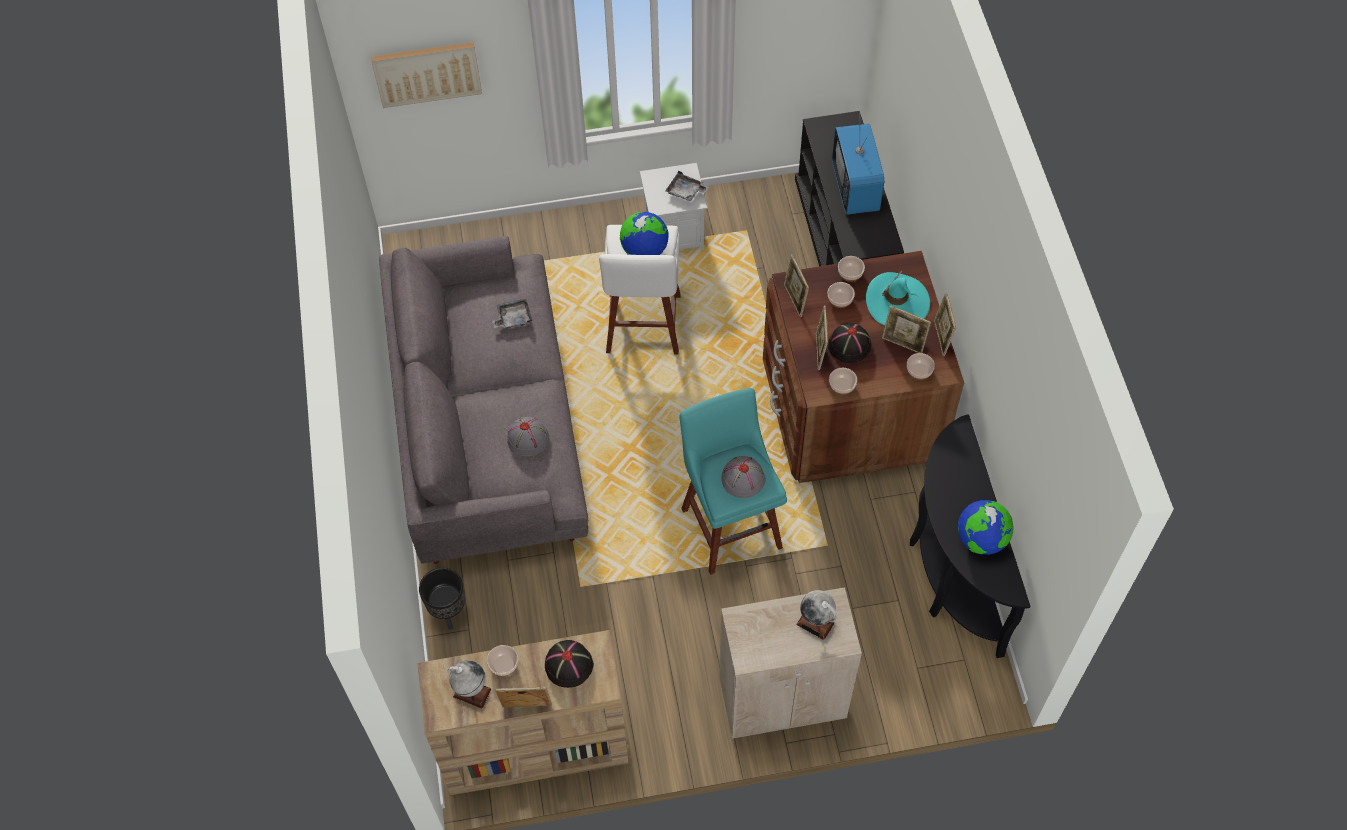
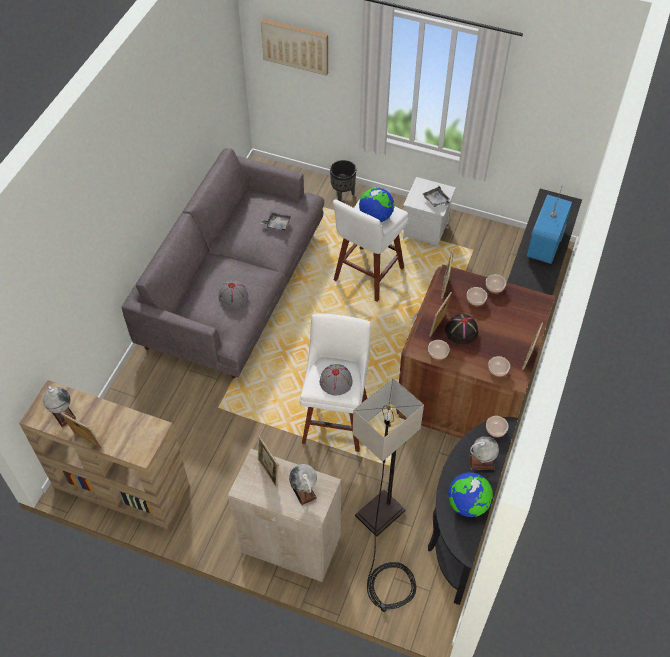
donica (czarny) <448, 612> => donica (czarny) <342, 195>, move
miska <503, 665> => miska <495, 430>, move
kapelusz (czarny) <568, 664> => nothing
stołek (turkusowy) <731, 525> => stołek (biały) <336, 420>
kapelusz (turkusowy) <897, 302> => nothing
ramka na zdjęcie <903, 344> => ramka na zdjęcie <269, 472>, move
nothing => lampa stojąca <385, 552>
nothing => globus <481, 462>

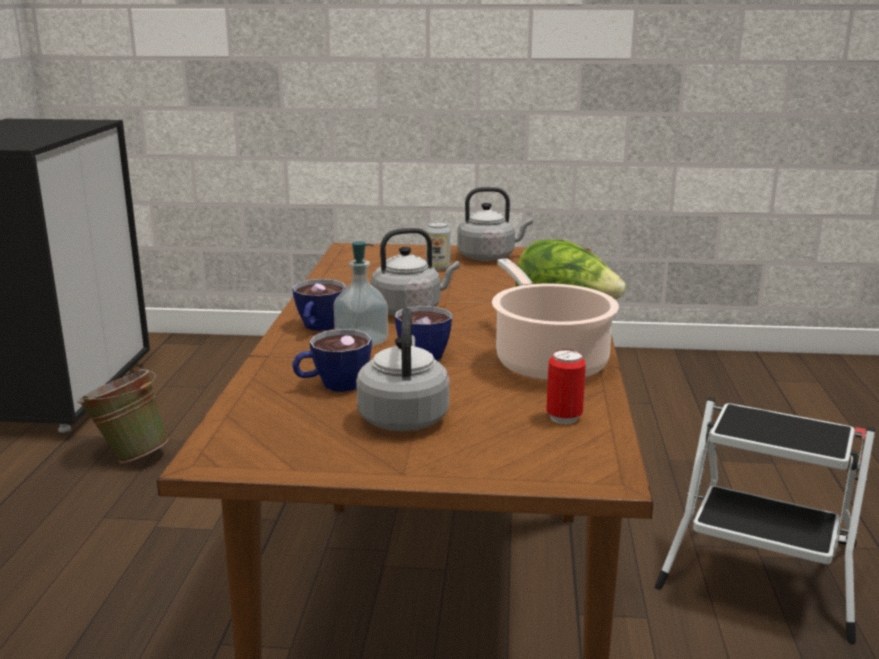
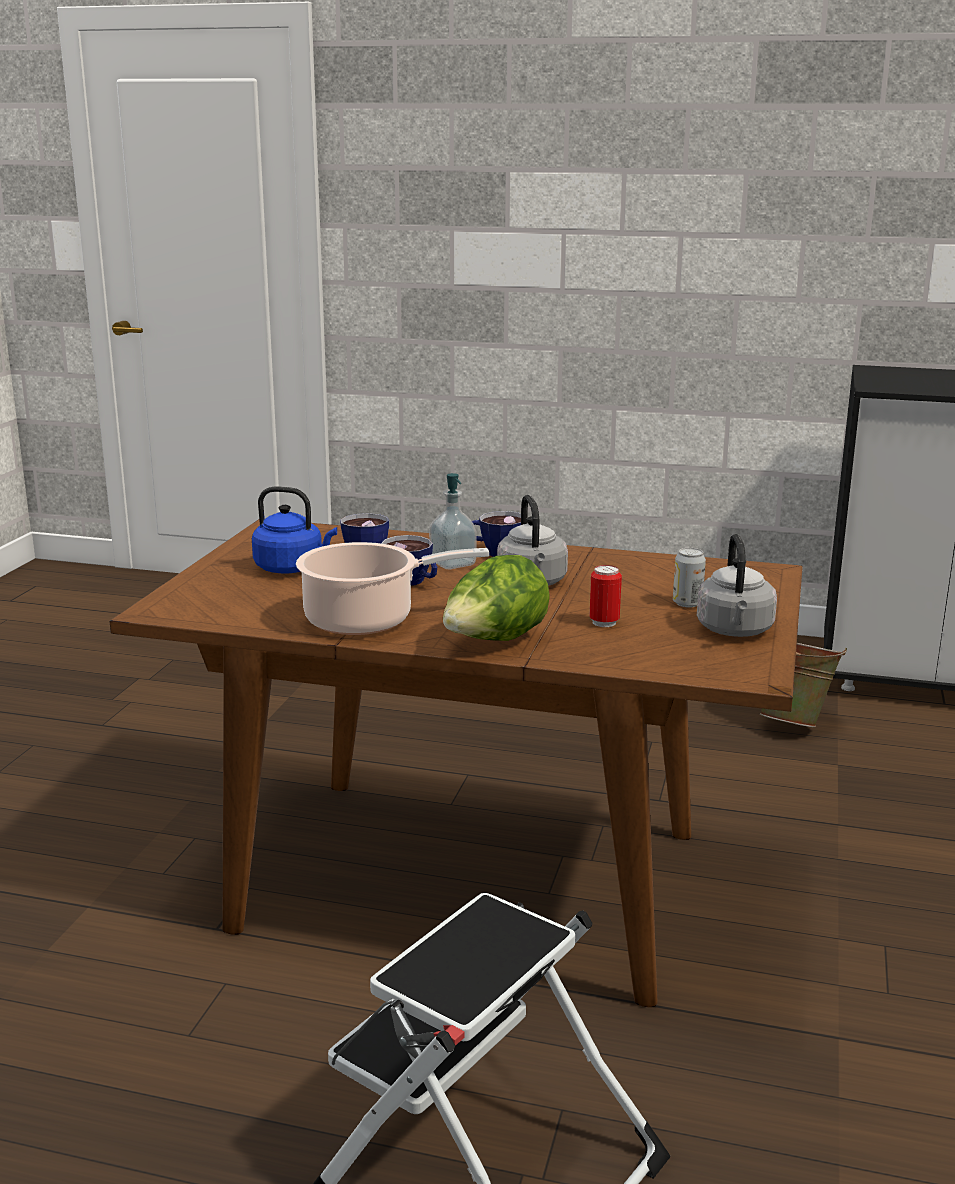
czajnik (szary) <404, 417> => czajnik (niebieski) <292, 568>
puszka <564, 417> => puszka <604, 622>, move

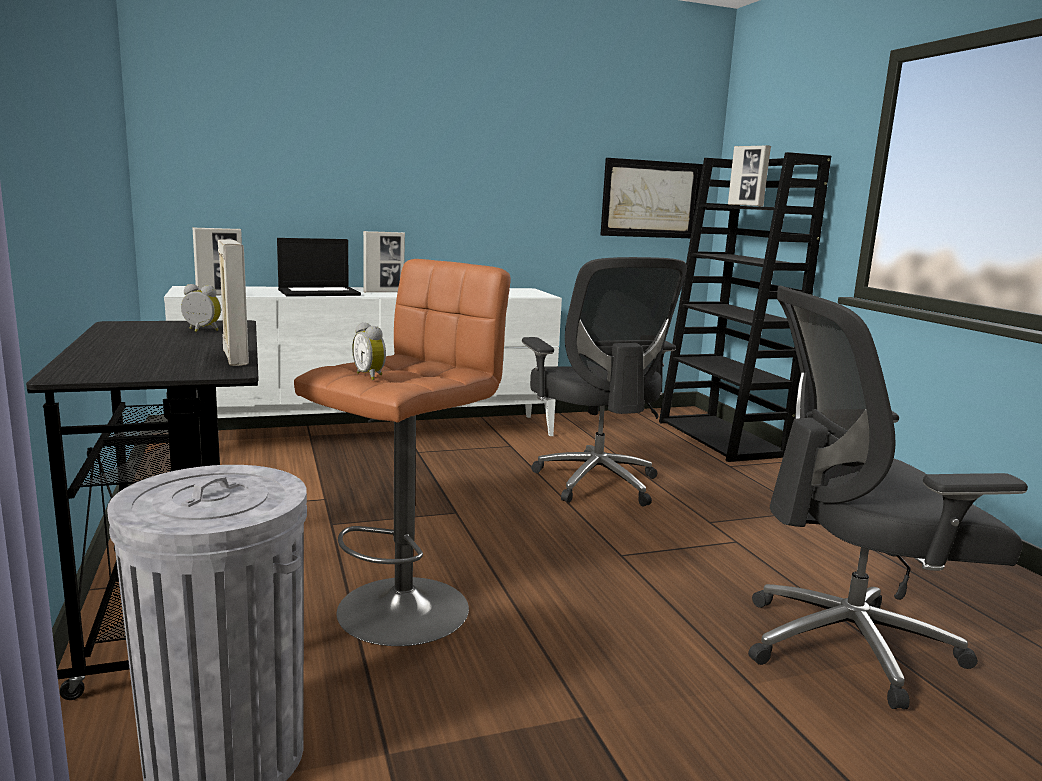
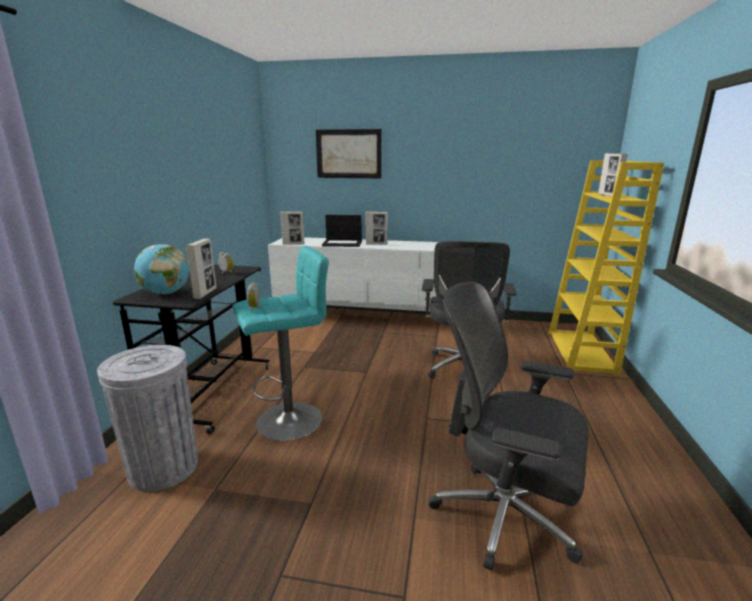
stołek (brązowy) <405, 610> => stołek (turkusowy) <290, 421>
obraz <651, 199> => obraz <349, 154>, move
regał (czarny) <722, 439> => regał (żółty) <582, 352>
nothing => globus <166, 293>

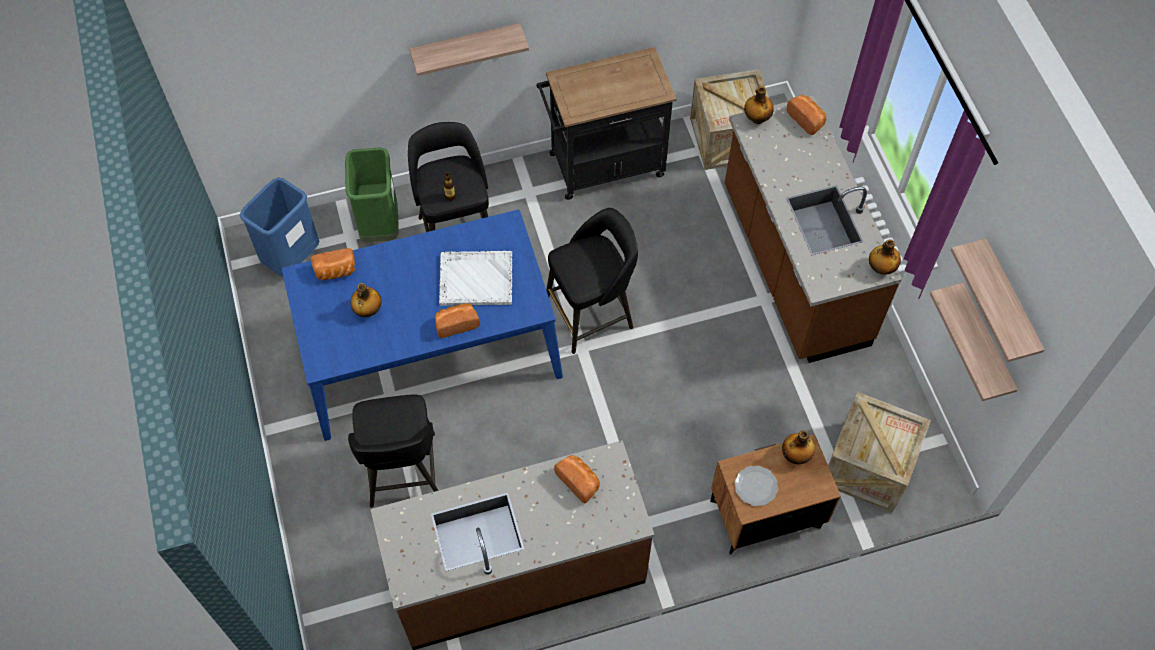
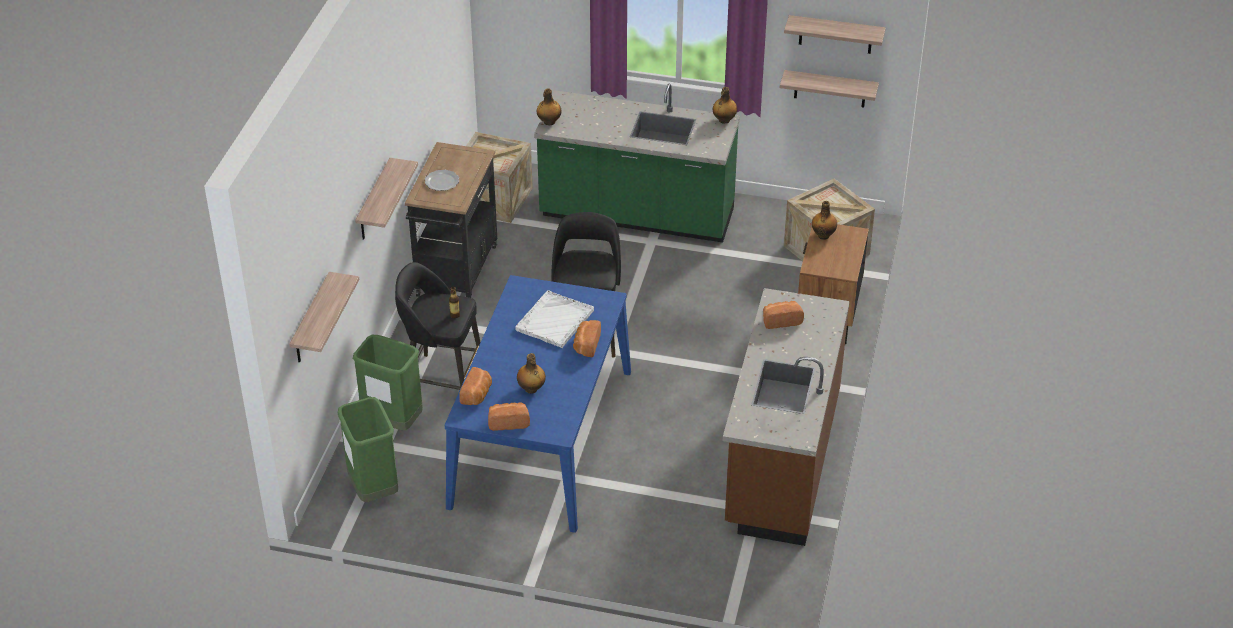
kosz na śmieci (niebieski) <292, 258> => kosz na śmieci (zielony) <373, 489>
stołek (czarny) <402, 472> => nothing
zabudowa kuchenna (brązowy) <793, 267> => zabudowa kuchenna (zielony) <636, 216>
talerz <755, 486> => talerz <441, 182>, move
chleb <807, 119> => chleb <508, 422>, move
nothing => półka <311, 320>

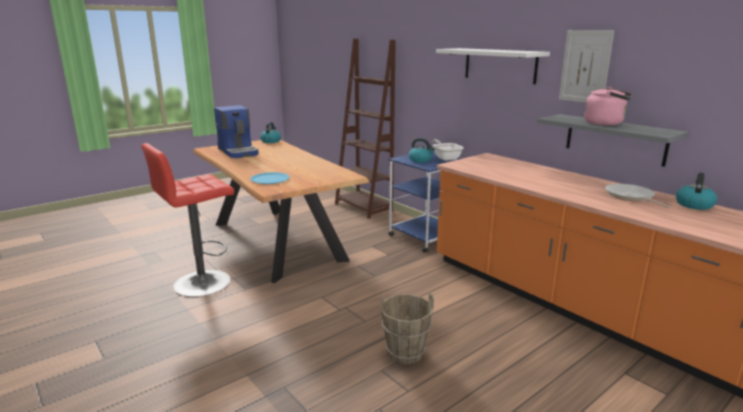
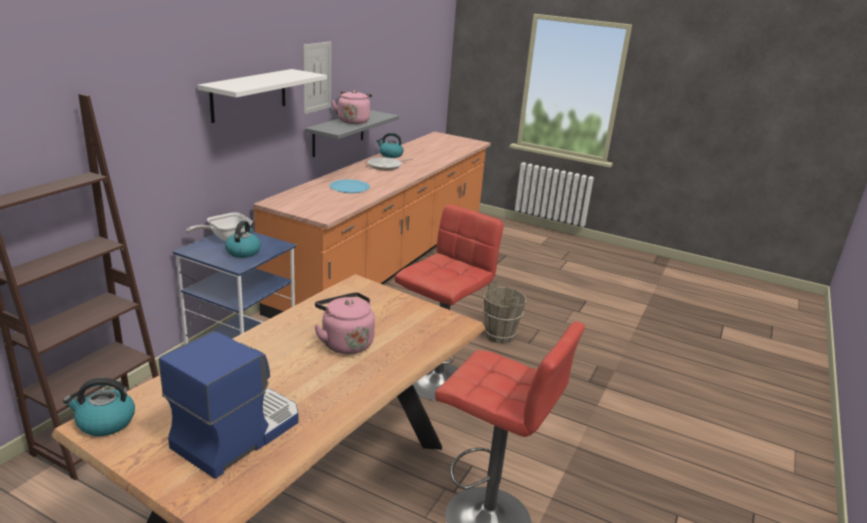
talerz (niebieski) <270, 179> => talerz (niebieski) <349, 187>, move
nothing => czajnik (różowy) <345, 342>
nothing => stołek (czerwony) <439, 381>

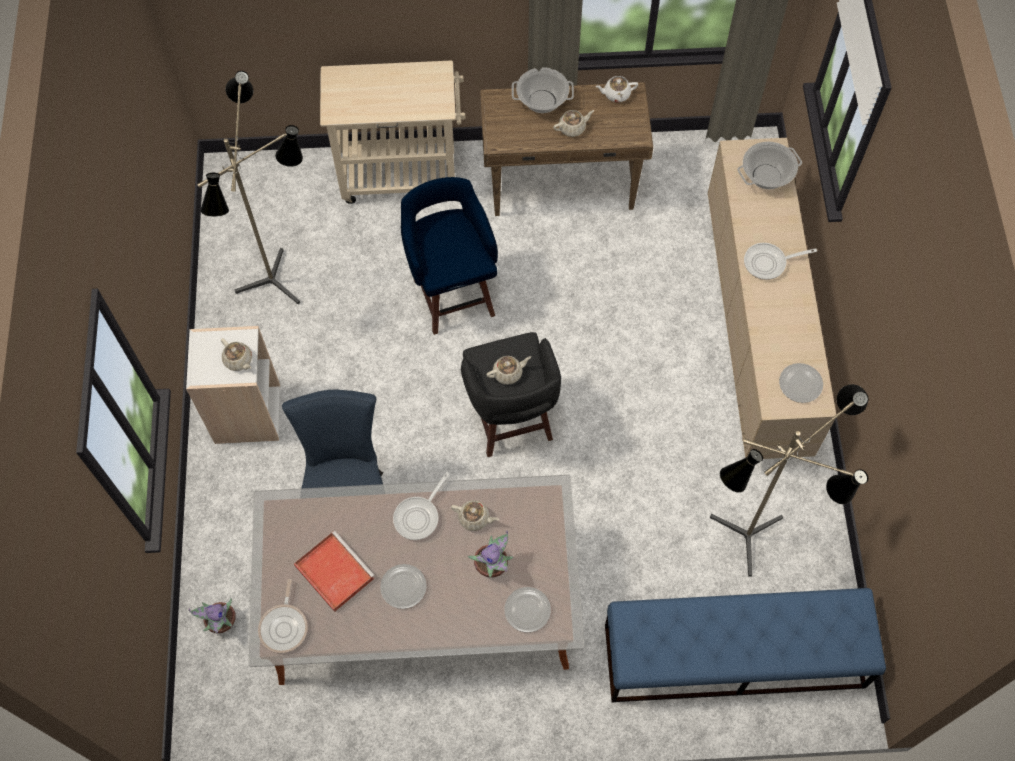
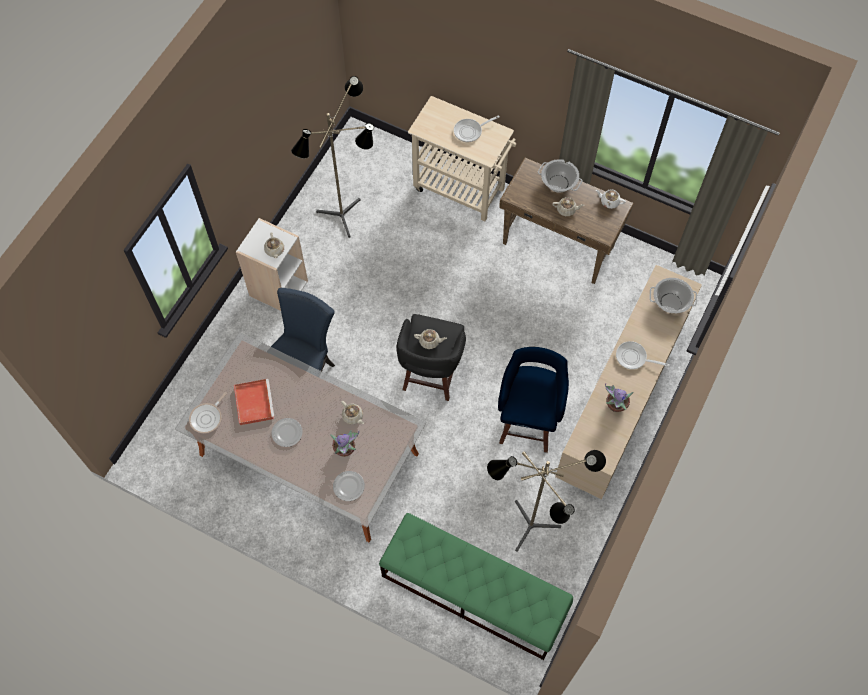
roślina doniczkowa <221, 623> => roślina doniczkowa <615, 405>, move
patelnia <419, 516> => patelnia <470, 131>, move
stołek (niebieski) <453, 294> => stołek (niebieski) <528, 422>, move
ławka (niebieski) <732, 656> => ławka (zielony) <473, 593>
talerz <800, 384> => nothing

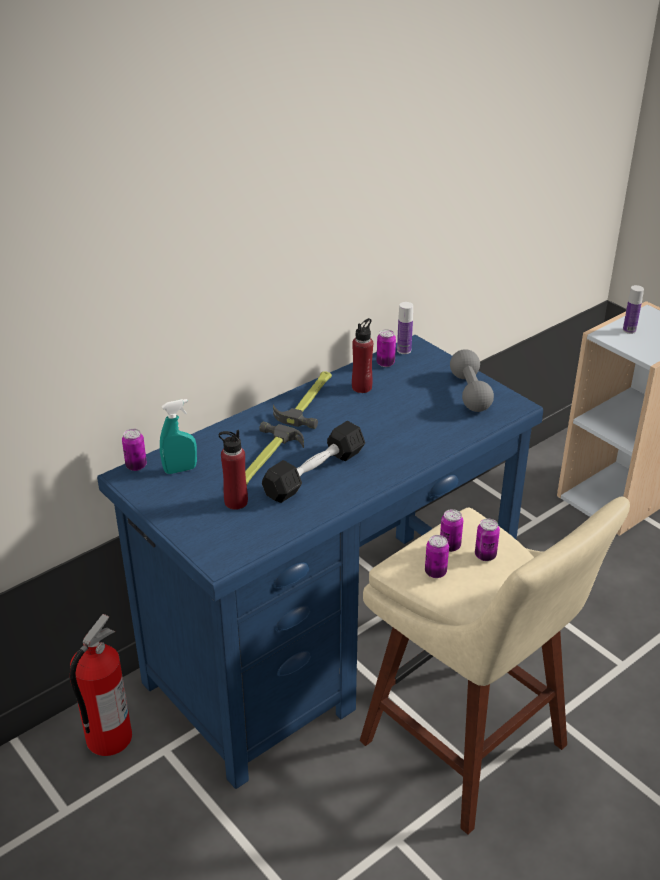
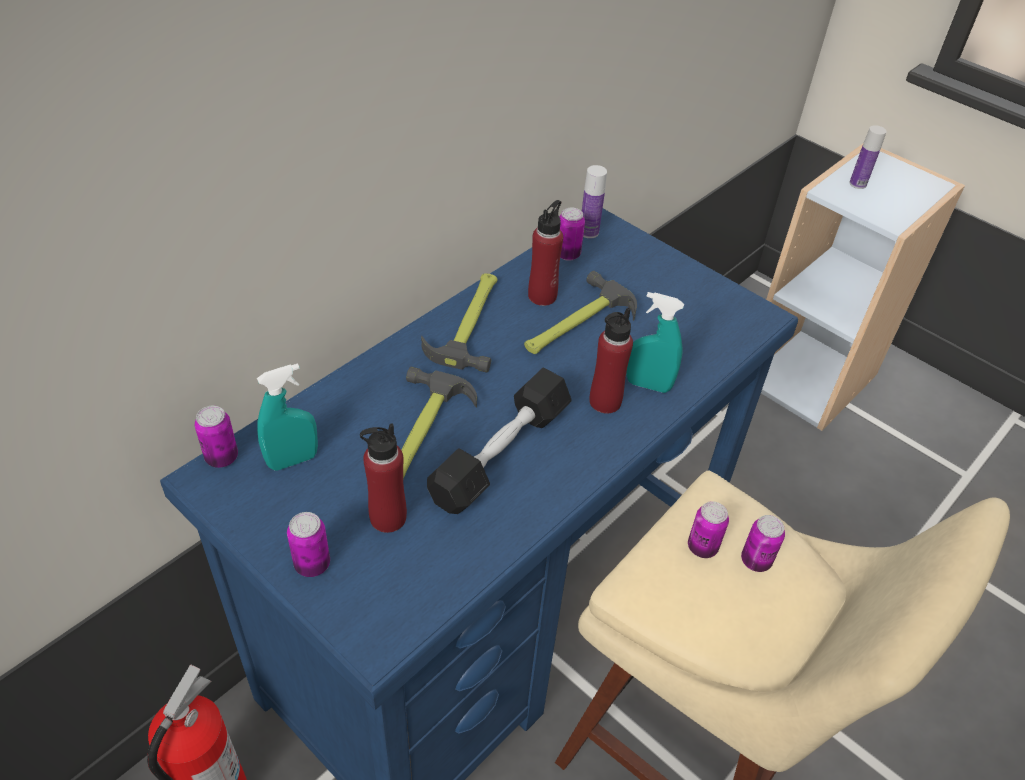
puszka <435, 572> => puszka <312, 564>, move
hantel (szary) <470, 392> => nothing
nothing => młotek <575, 324>
nothing => butelka (czerwony) <605, 401>
nothing => spryskiwacz (turkusowy) <648, 385>

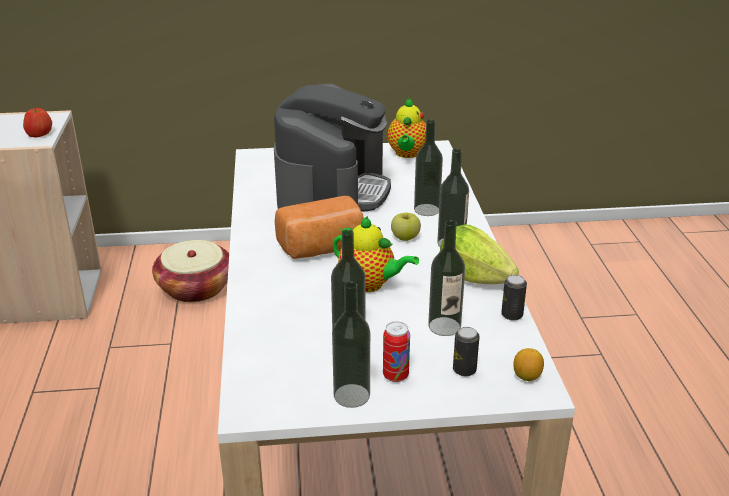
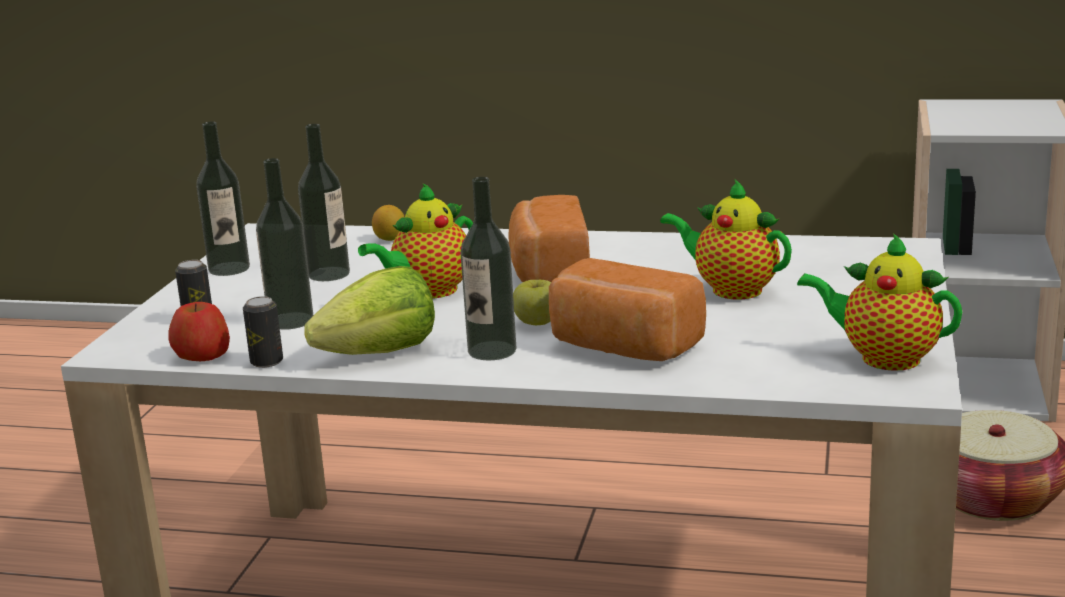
jabłko <39, 134> => jabłko <202, 356>, move
ekspres do kawy <333, 192> => imbryk <731, 289>
puszka <395, 376> => nothing
butelka <427, 210> => chleb <622, 347>
cytryna <526, 376> => cytryna <390, 239>, move

